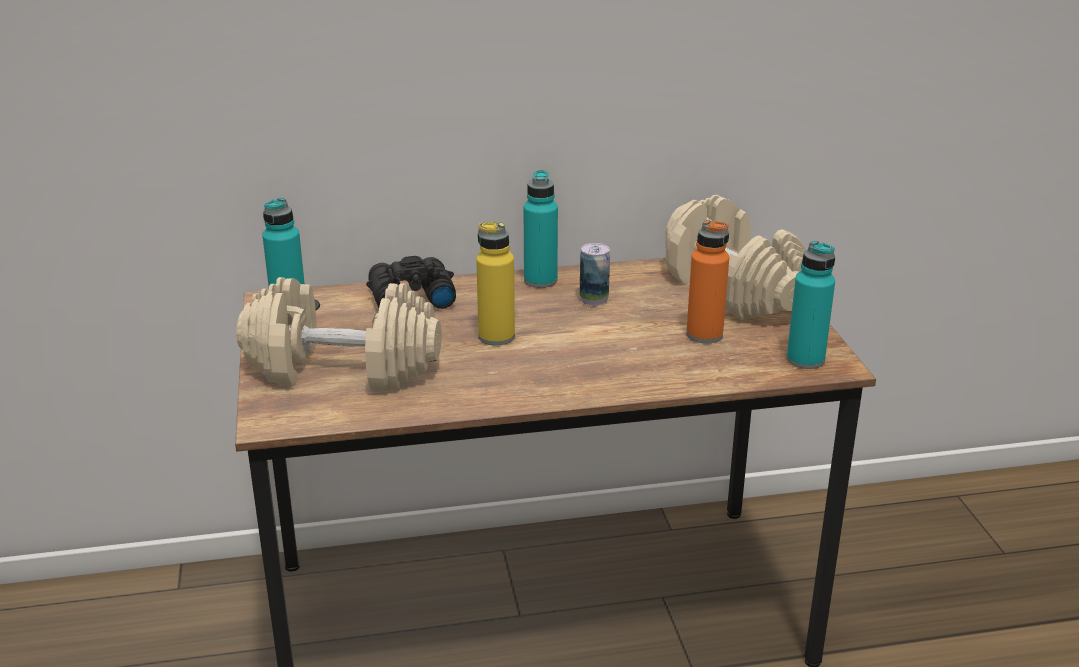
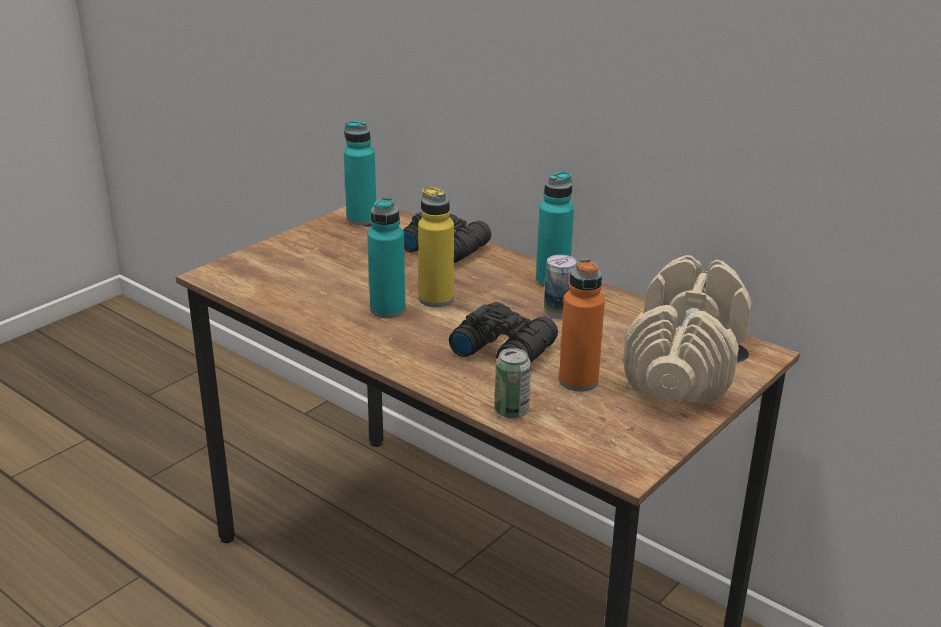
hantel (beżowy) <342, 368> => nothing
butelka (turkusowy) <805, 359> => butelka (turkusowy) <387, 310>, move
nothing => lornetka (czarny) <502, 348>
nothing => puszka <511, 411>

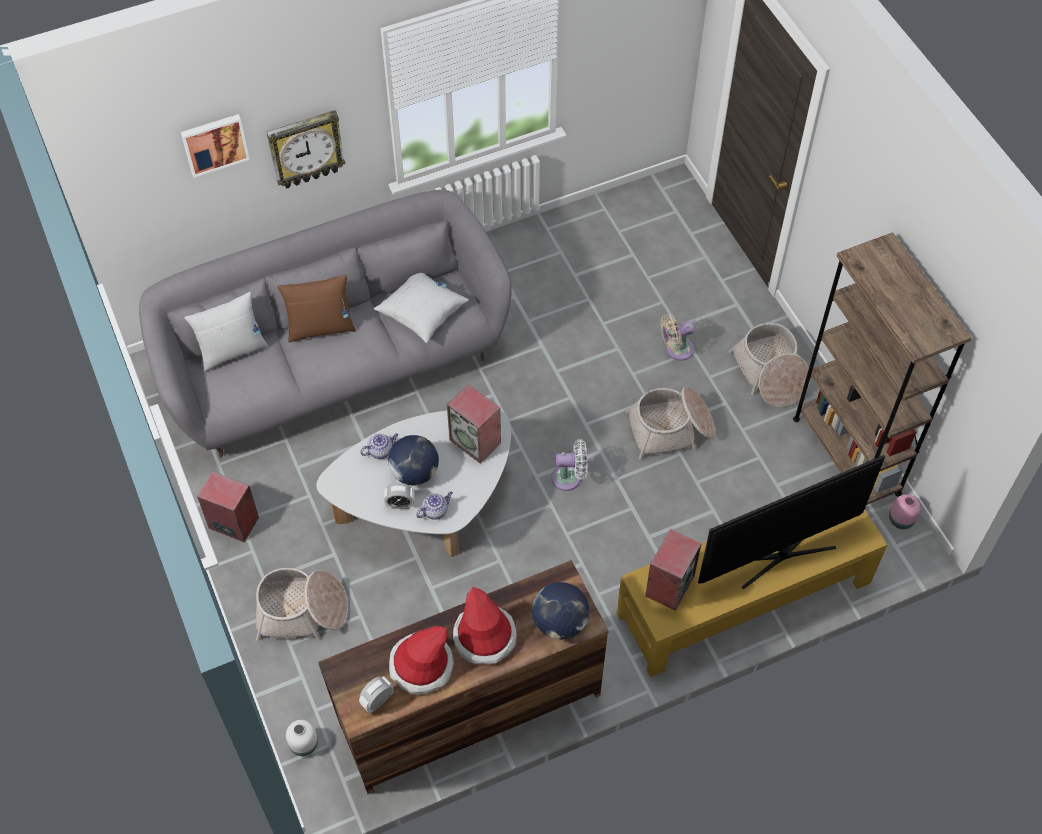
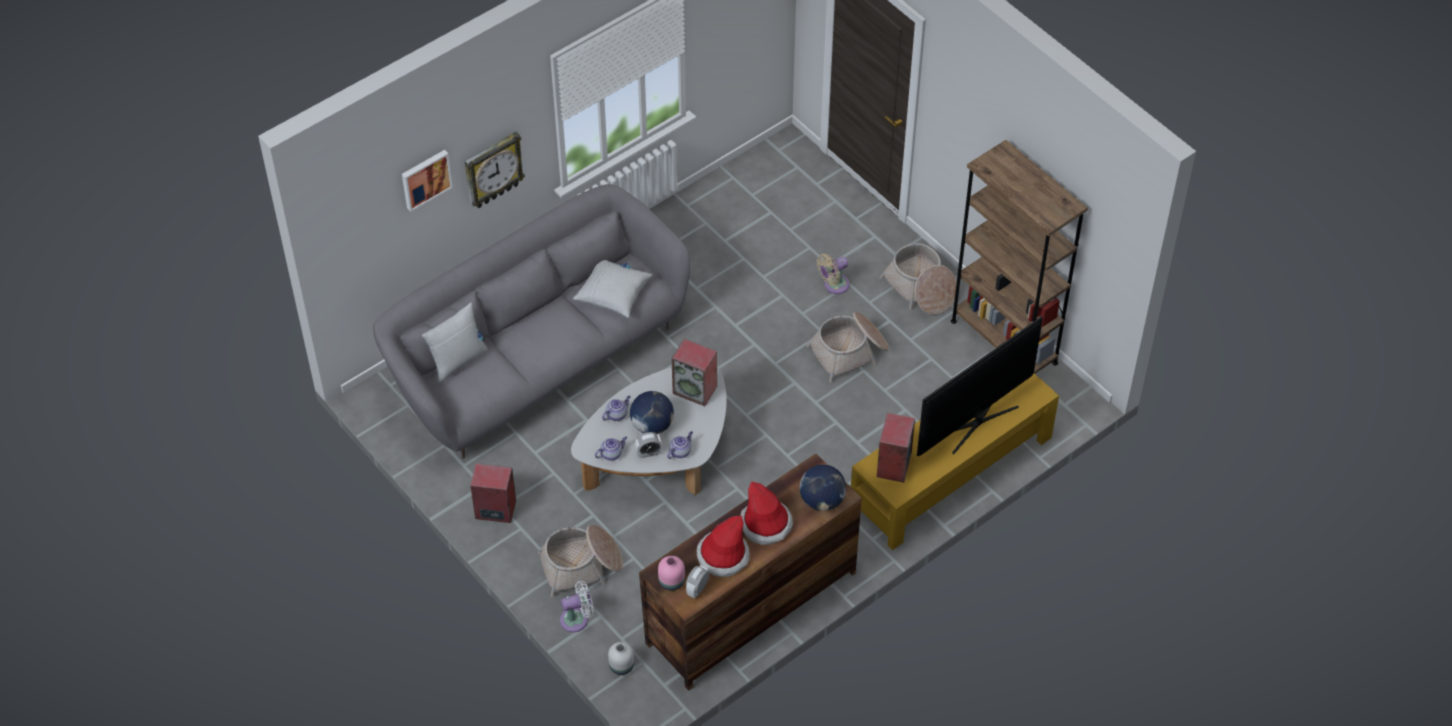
poduszka (brązowy) <320, 328> => nothing
wentylator (biały) <569, 478> => wentylator (biały) <577, 619>, move
wazon (różowy) <901, 520> => wazon (różowy) <672, 582>, move
nothing => imbryk <611, 453>

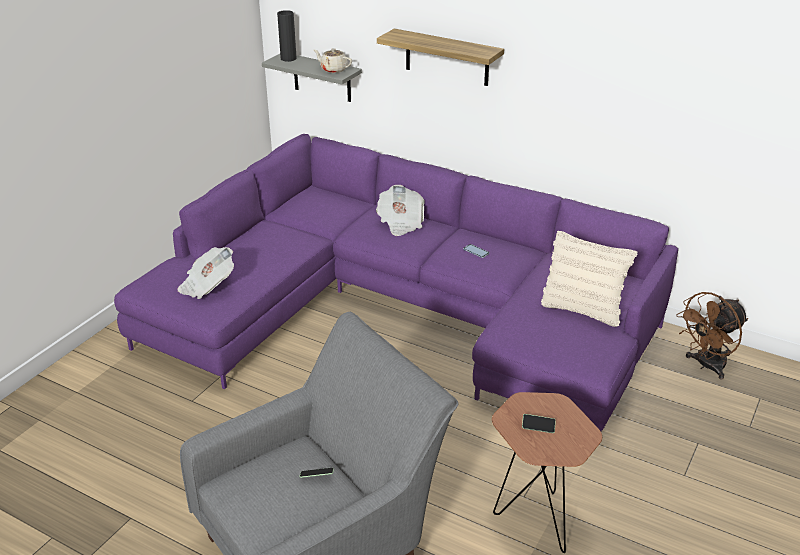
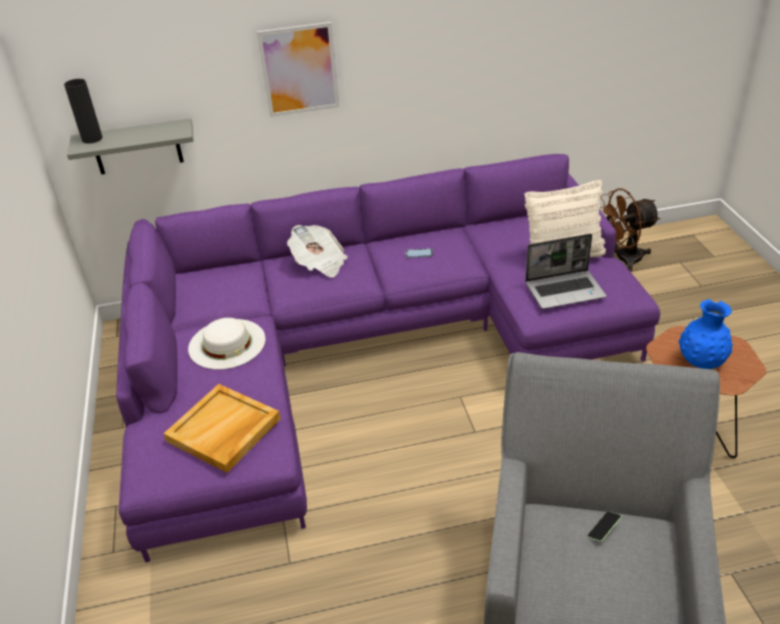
gazeta <207, 286> => taca (beżowy) <223, 430>
imbryk (beżowy) <333, 69> => nothing
półka <447, 57> => obraz <299, 70>
telefon <538, 427> => wazon (niebieski) <701, 362>
wentylator (brązowy) <706, 366> => wentylator (brązowy) <622, 259>, 60 degrees clockwise
nothing => kapelusz (biały) <227, 343>
nothing => laptop <565, 290>

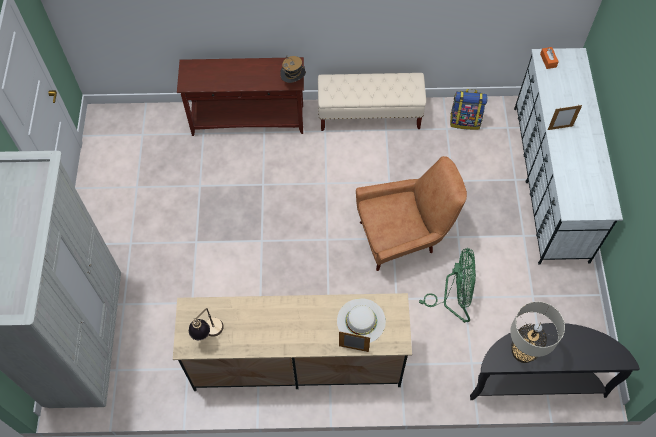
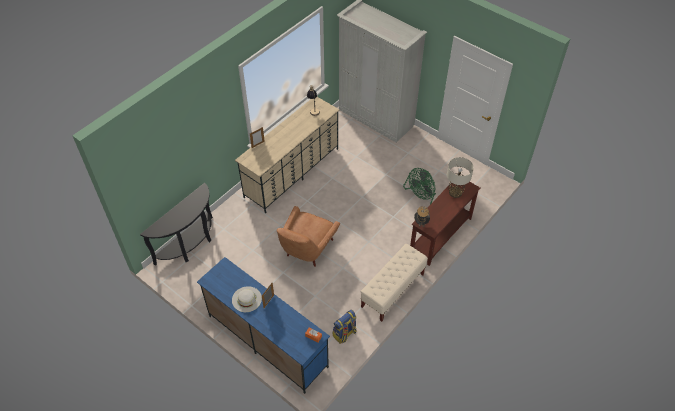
kapelusz (biały) <361, 321> => kapelusz (biały) <246, 299>, move
wentylator (zielony) <454, 294> => wentylator (zielony) <421, 195>, move
lampa stołowa <523, 351> => lampa stołowa <455, 192>, move
komoda (biały) <551, 182> => komoda (niebieski) <266, 341>

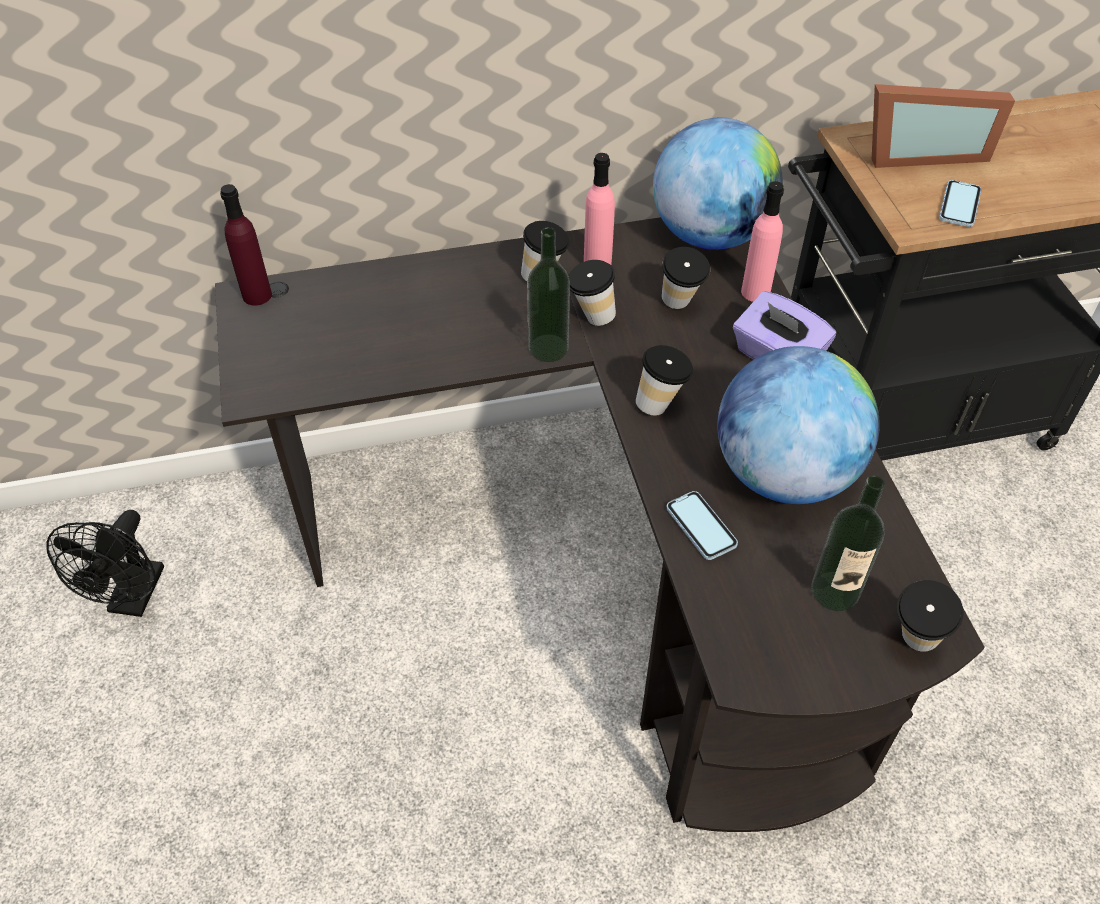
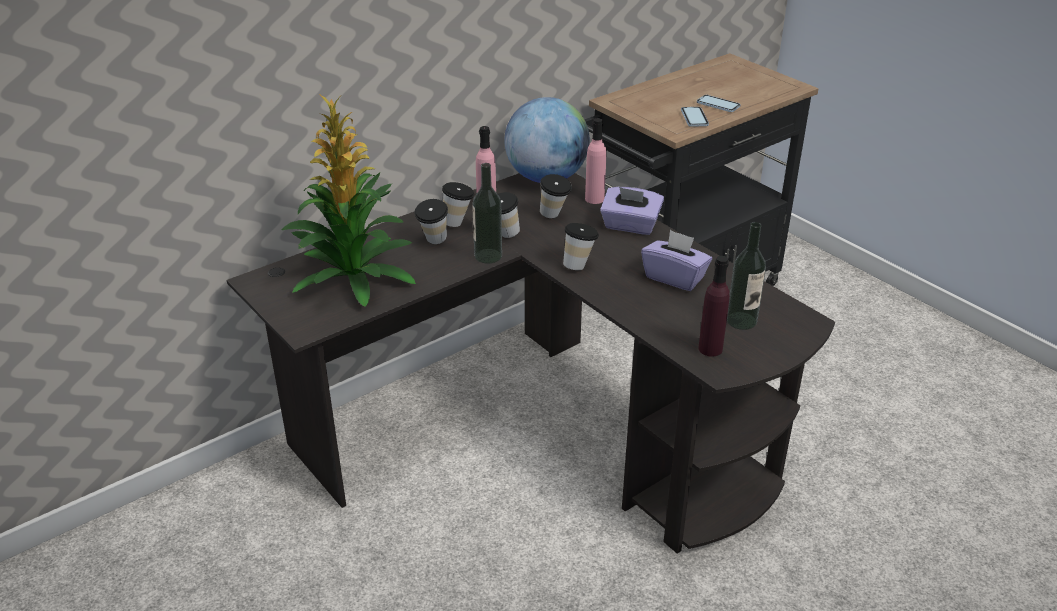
wentylator (czarny) <133, 599> => nothing
butelka (fioletowy) <257, 295> => butelka (fioletowy) <710, 349>, move
telefon <701, 527> => telefon <718, 105>, move
globus <784, 474> => pudełko chusteczek (fioletowy) <674, 277>
ramka na zdjęcie <920, 153> => nothing
filiżanka <912, 644> => filiżanka <433, 242>, move
nothing => roślina doniczkowa <352, 276>

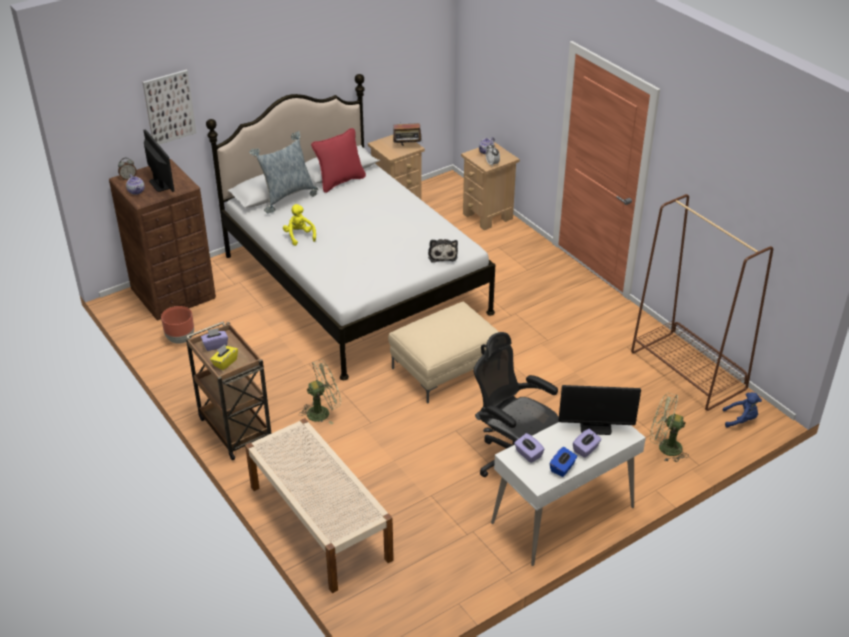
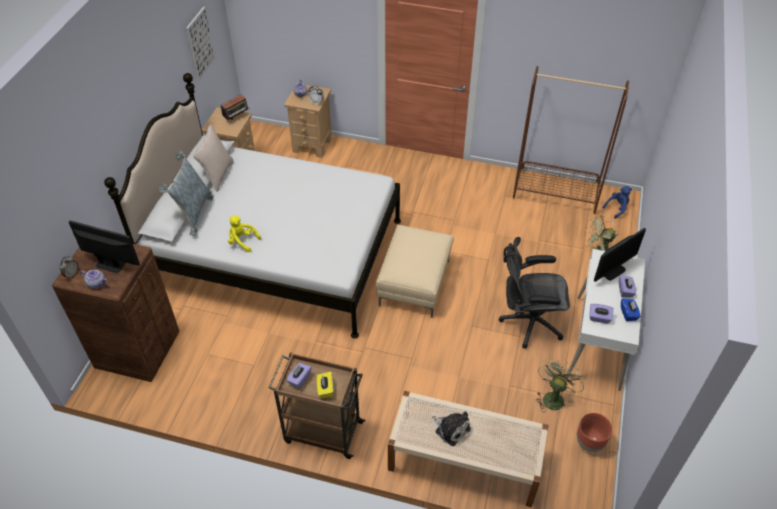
obraz <169, 107> => obraz <200, 43>, move
donica (brązowy) <180, 339> => donica (brązowy) <589, 443>, move
wentylator (zielony) <323, 412> => wentylator (zielony) <554, 396>, move
poduszka (czerwony) <340, 181> => poduszka (beżowy) <218, 175>
pluszak <442, 255> => pluszak <451, 429>, move

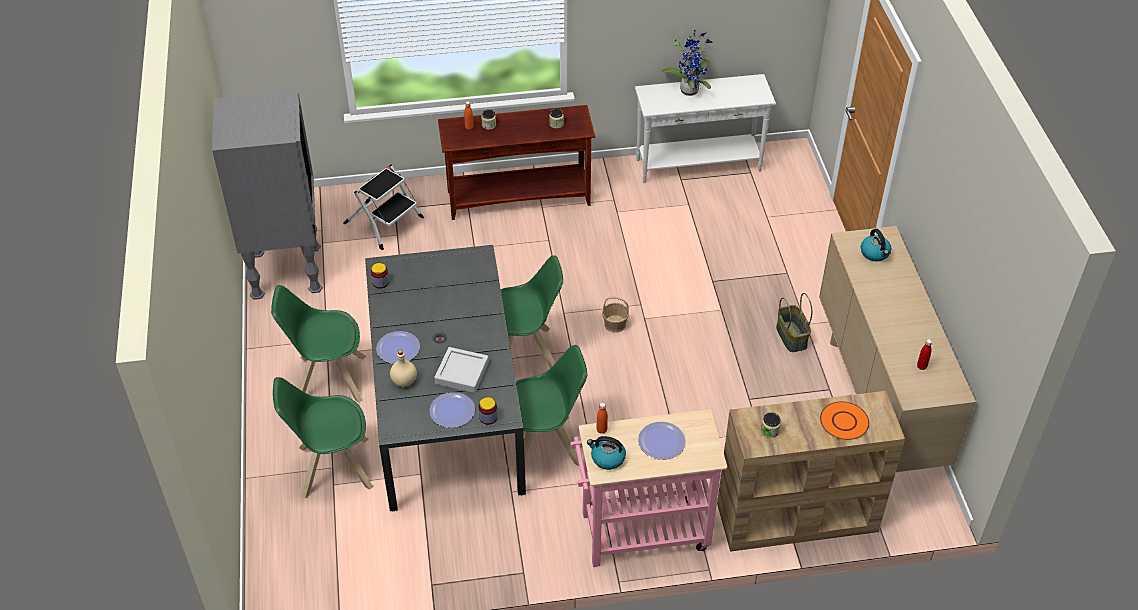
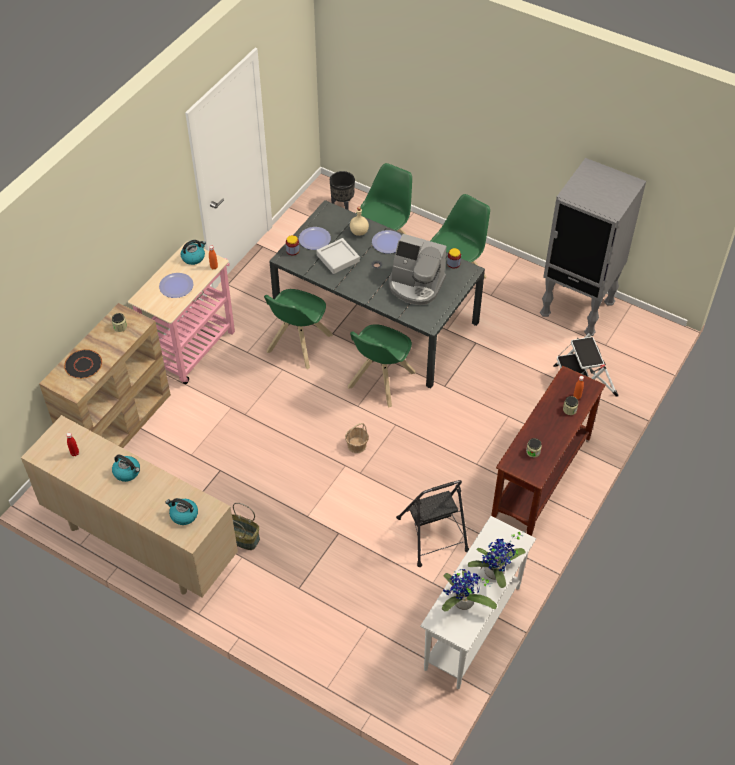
talerz (pomarańczowy) <844, 421> => talerz (czarny) <83, 365>
nothing => czajnik <127, 472>
nothing => donica (czarny) <342, 206>
nothing => ekspres do kawy <415, 285>
nothing => drabinka (czarny) <433, 535>
nothing => roślina doniczkowa <462, 604>

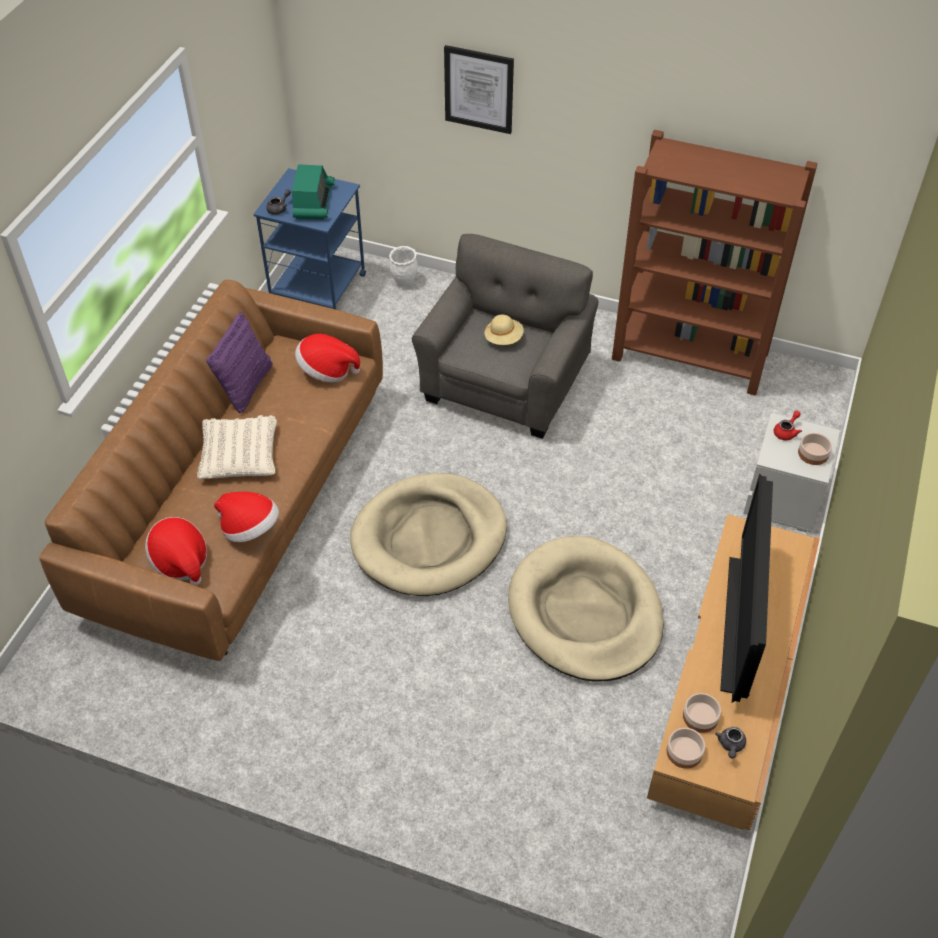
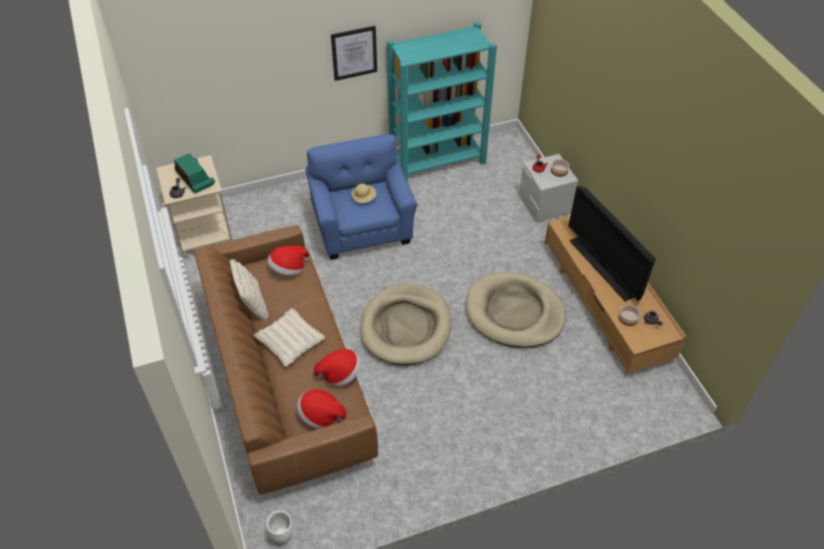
poduszka (fioletowy) <245, 387> => poduszka (beżowy) <252, 304>
wózek (niebieski) <318, 287> => wózek (beżowy) <203, 234>
donica (biały) <404, 281> => donica (biały) <282, 535>, move
fotel (szary) <505, 382> => fotel (niebieski) <362, 226>
obraz <479, 89> => obraz <354, 53>, move
regał (brązowy) <690, 355> => regał (turkusowy) <437, 161>
miska <684, 751> => nothing

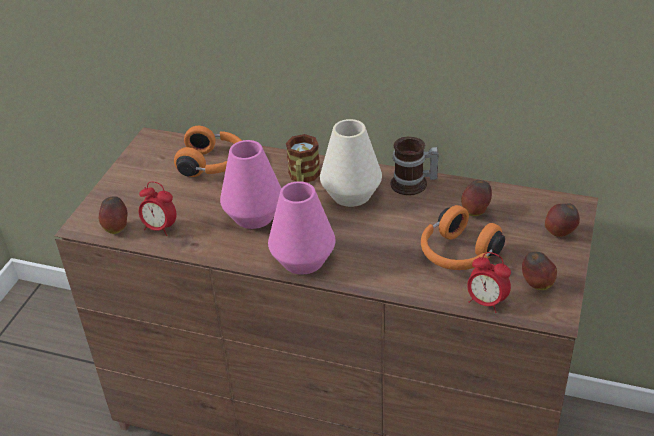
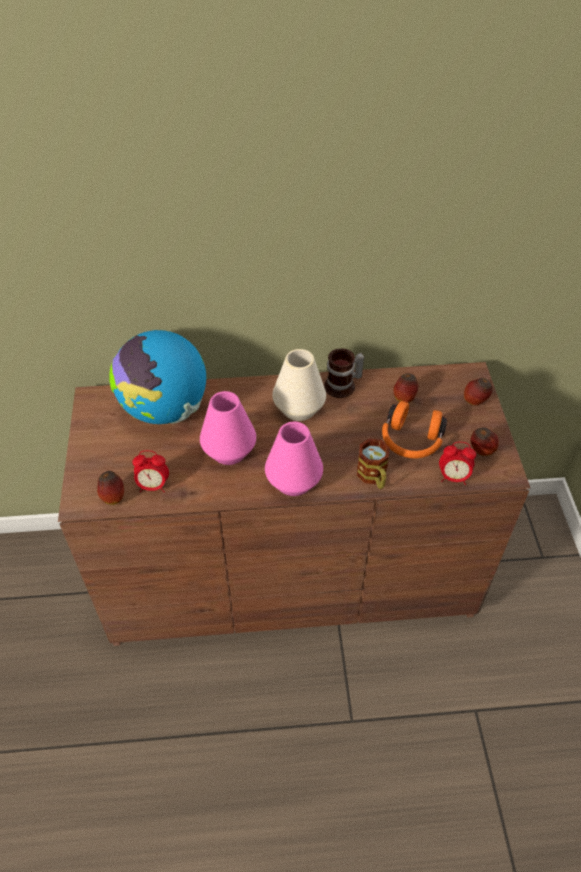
słuchawki (pomarańczowy) <214, 164> => globus <164, 409>
kubek <303, 177> => kubek <373, 477>, move

